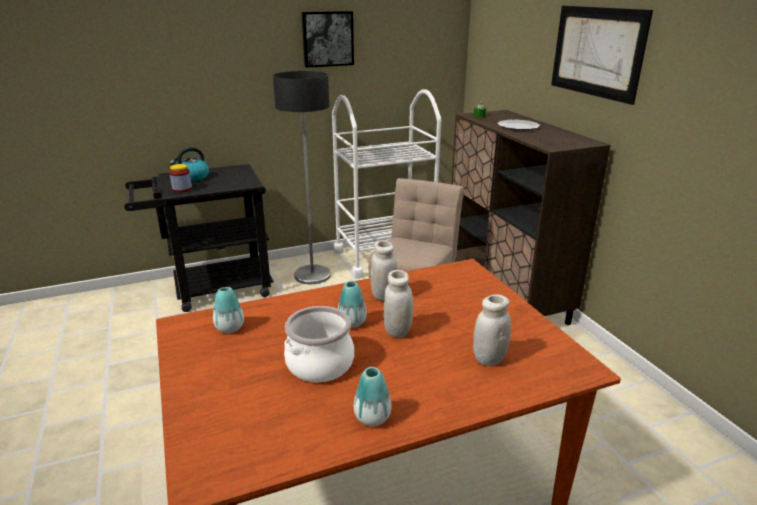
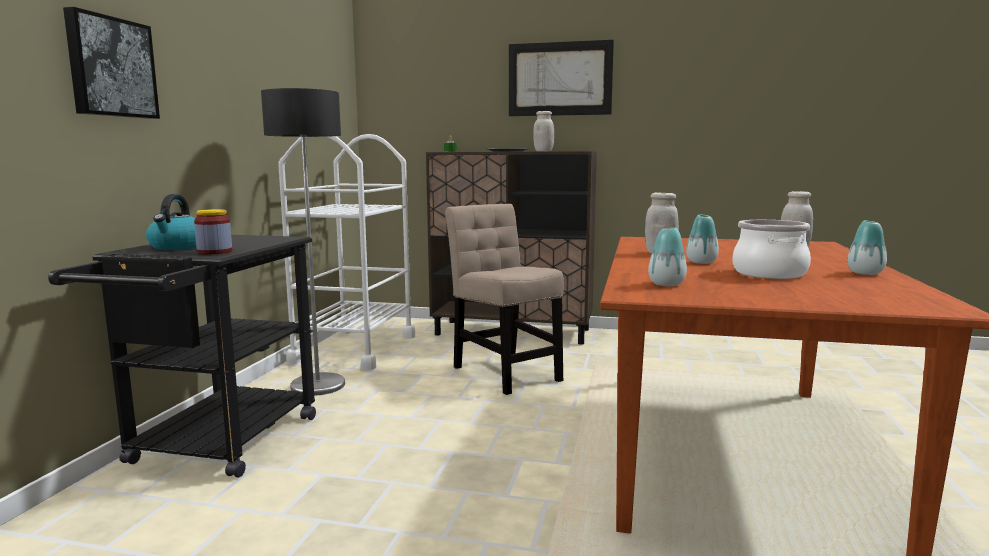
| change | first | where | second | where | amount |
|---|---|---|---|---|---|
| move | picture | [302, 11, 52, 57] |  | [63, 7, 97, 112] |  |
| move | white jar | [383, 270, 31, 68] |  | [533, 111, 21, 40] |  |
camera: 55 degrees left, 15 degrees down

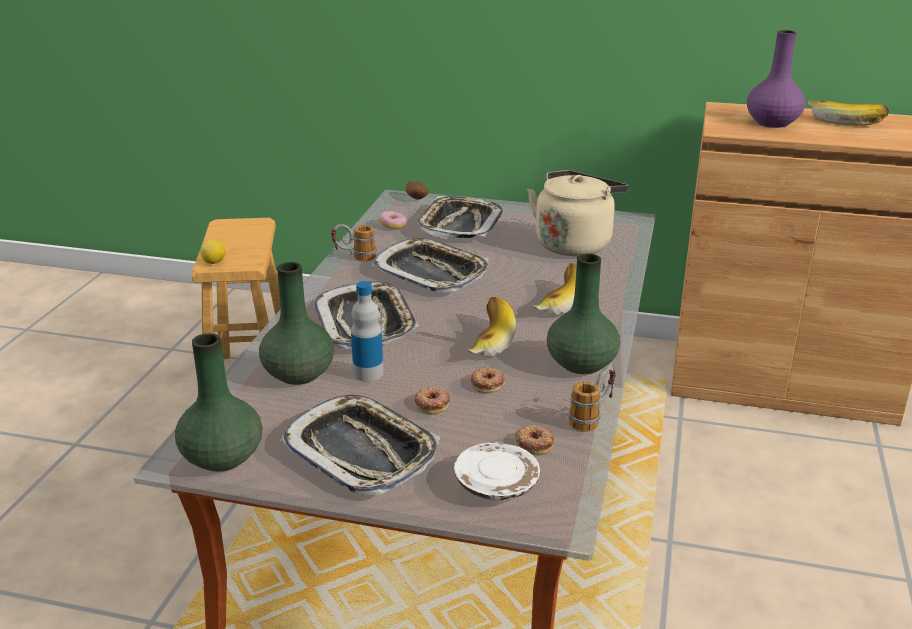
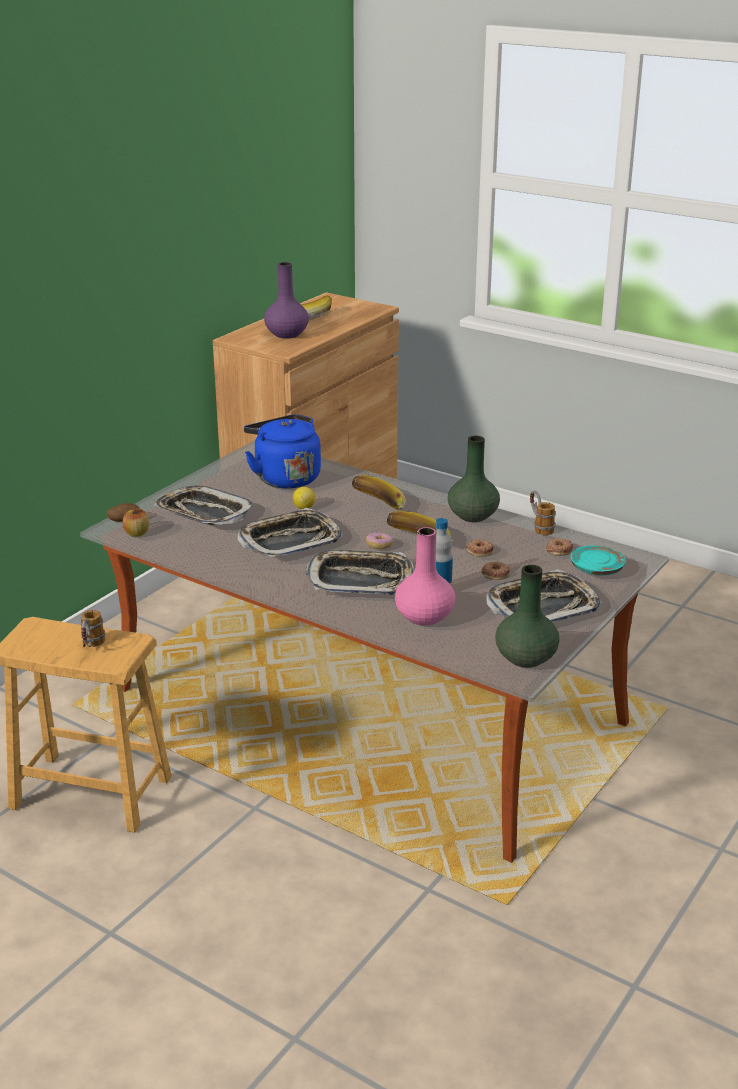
| change | first | where | second | where | amount |
|---|---|---|---|---|---|
| recolor | beige kettle | [528, 170, 100, 86] | blue kettle | [244, 414, 77, 75] |  |
| move | donut | [379, 211, 28, 18] |  | [366, 533, 27, 16] |  |
| move | mug | [331, 224, 45, 37] |  | [81, 610, 24, 37] |  |
| move | lemon | [200, 239, 26, 25] |  | [293, 487, 22, 22] |  |
| recolor | green vase | [259, 262, 75, 123] | pink vase | [395, 527, 60, 99] |  |
| recolor | white plate | [454, 442, 86, 59] | turquoise plate | [570, 545, 56, 30] |  |
| insert |  |  | apple | [123, 508, 26, 29] |  |
camera: 70 degrees left, 0 degrees up

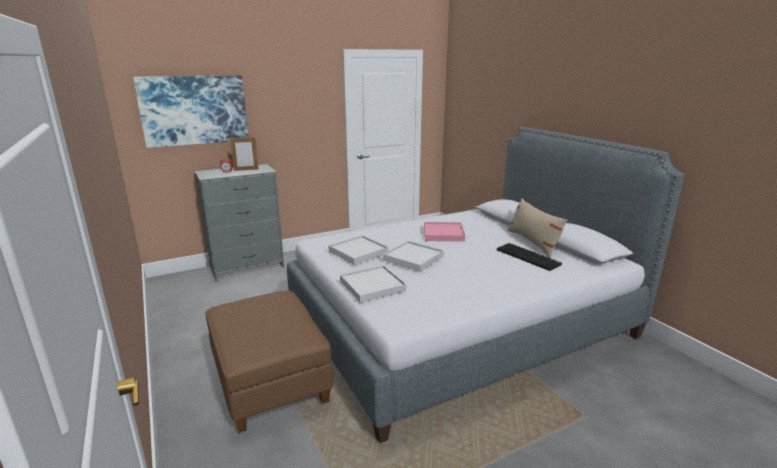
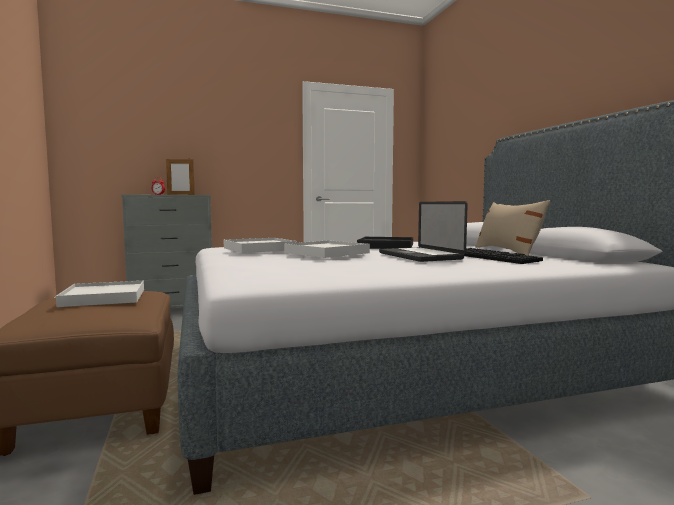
| change | first | where | second | where | amount |
|---|---|---|---|---|---|
| delete | picture | [133, 75, 116, 73] |  |  |  |
| recolor | pink tray | [424, 222, 41, 20] | black tray | [357, 237, 56, 12] |  |
| move | white tray | [340, 265, 66, 38] |  | [56, 281, 88, 26] |  |
| insert |  |  | laptop | [379, 201, 89, 61] |  |
camera: 10 degrees right, 15 degrees down

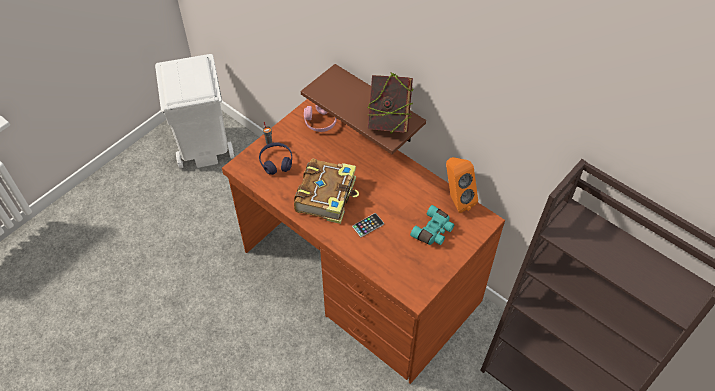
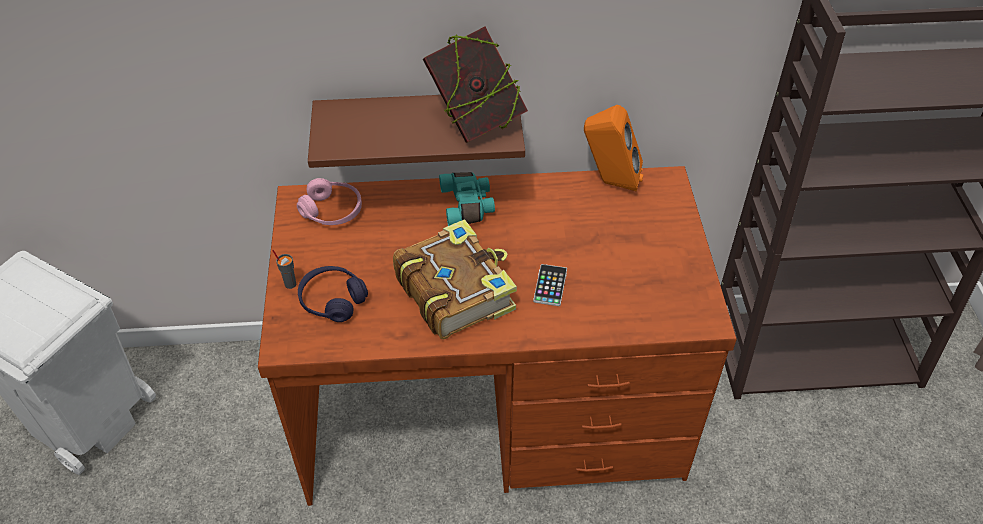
| change | first | where | second | where | amount |
|---|---|---|---|---|---|
| move | turquoise binoculars | [410, 205, 44, 40] |  | [439, 172, 56, 54] |  |
camera: 45 degrees left, 5 degrees down

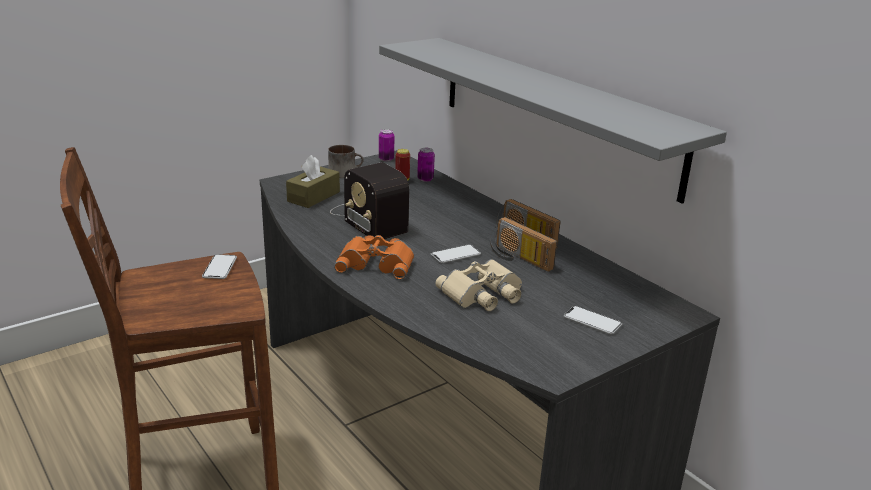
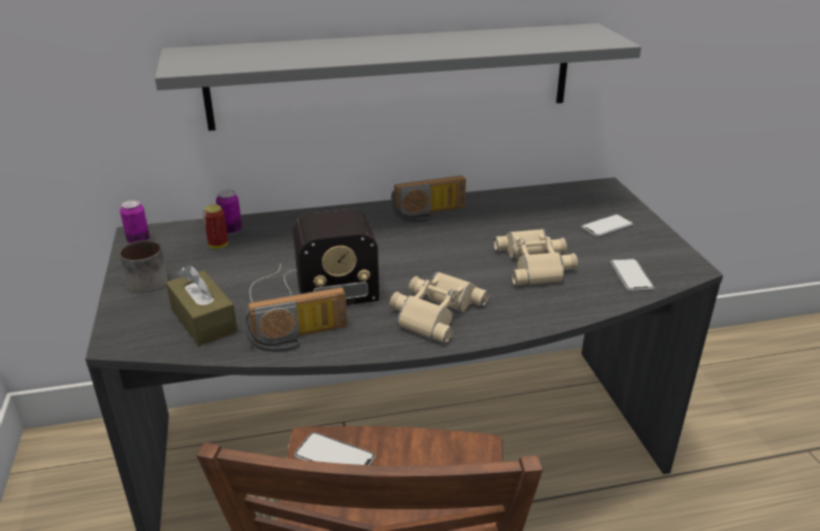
| change | first | where | second | where | amount |
|---|---|---|---|---|---|
| move | radio | [490, 217, 67, 55] |  | [243, 287, 104, 65] |  |
| recolor | orange binoculars | [334, 235, 80, 45] | beige binoculars | [390, 272, 99, 71] |  |
| move | phone | [431, 244, 50, 19] |  | [610, 259, 45, 32] |  |
camera: 65 degrees left, 5 degrees up

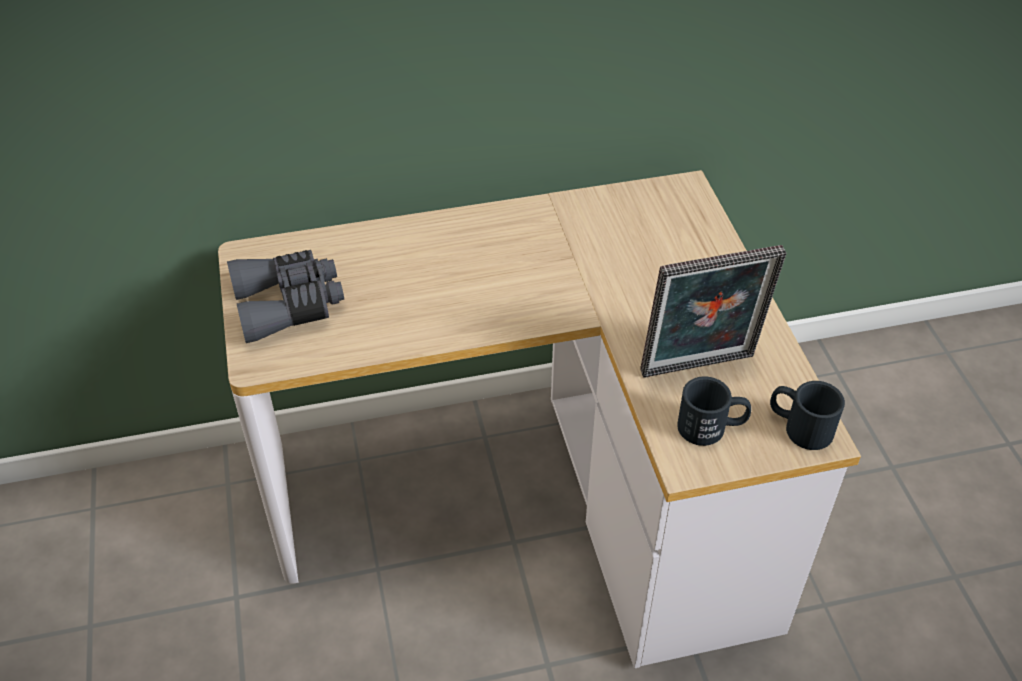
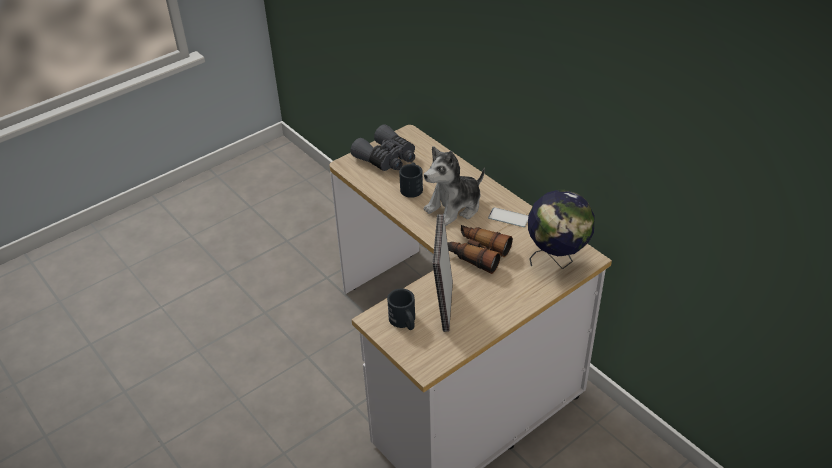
| change | first | where | second | where | amount |
|---|---|---|---|---|---|
| rotate | picture frame | [640, 245, 146, 133] |  | [433, 214, 20, 118] | 45 degrees clockwise |
| move | black mug | [770, 381, 75, 69] |  | [399, 162, 24, 36] |  |
| insert |  |  | plush toy | [424, 146, 61, 80] |  |
| insert |  |  | globe | [528, 190, 67, 79] |  |
| insert |  |  | phone | [488, 207, 40, 20] |  |
| insert |  |  | binoculars | [448, 225, 65, 49] |  |
camera: 65 degrees right, 5 degrees down

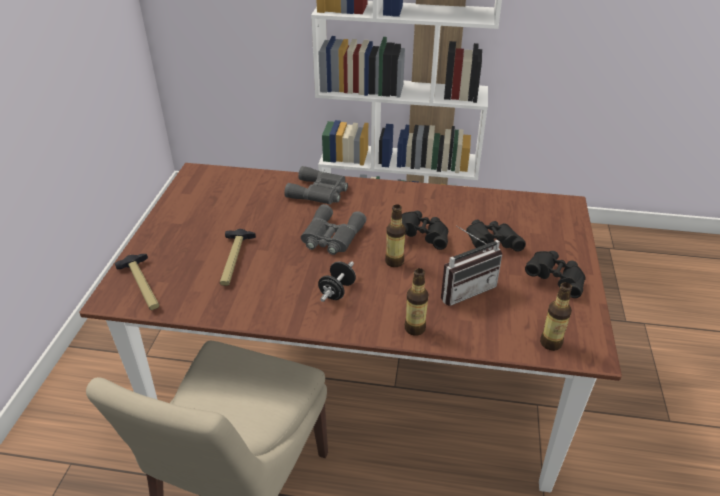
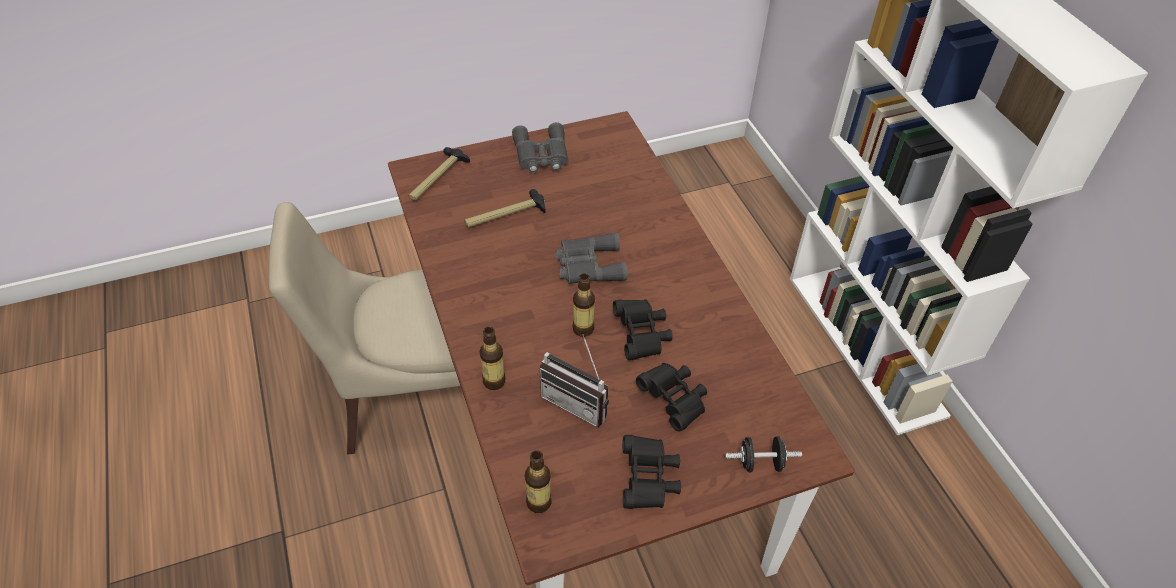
| change | first | where | second | where | amount |
|---|---|---|---|---|---|
| move | grey binoculars | [284, 166, 64, 38] |  | [512, 122, 57, 51] |  |
| move | black dumbbell | [318, 261, 38, 41] |  | [725, 436, 77, 37] |  |
camera: 60 degrees right, 10 degrees up

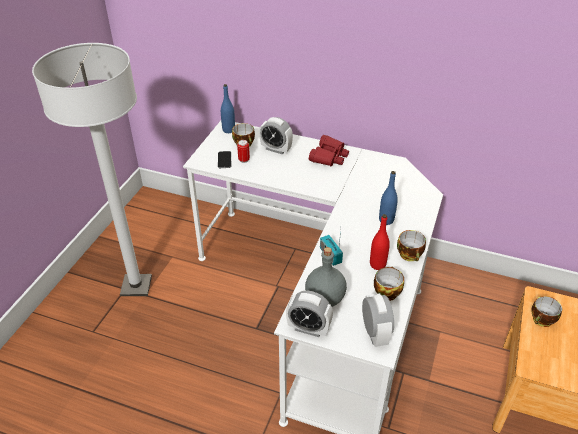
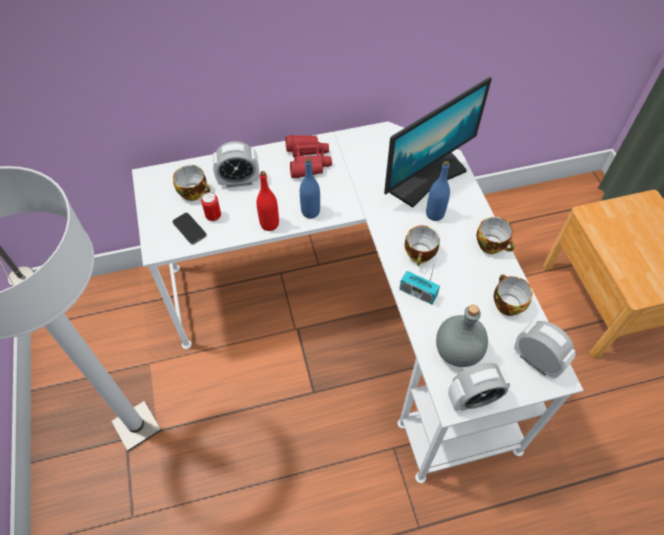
| change | first | where | second | where | amount |
|---|---|---|---|---|---|
| move | blue bottle | [221, 84, 14, 49] |  | [300, 158, 20, 60] |  |
| move | red bottle | [370, 214, 20, 56] |  | [256, 171, 23, 60] |  |
| move | cup | [531, 296, 31, 31] |  | [405, 225, 35, 41] |  |
| insert |  |  | monitor | [384, 77, 108, 131] |  |
camera: 35 degrees left, 15 degrees up

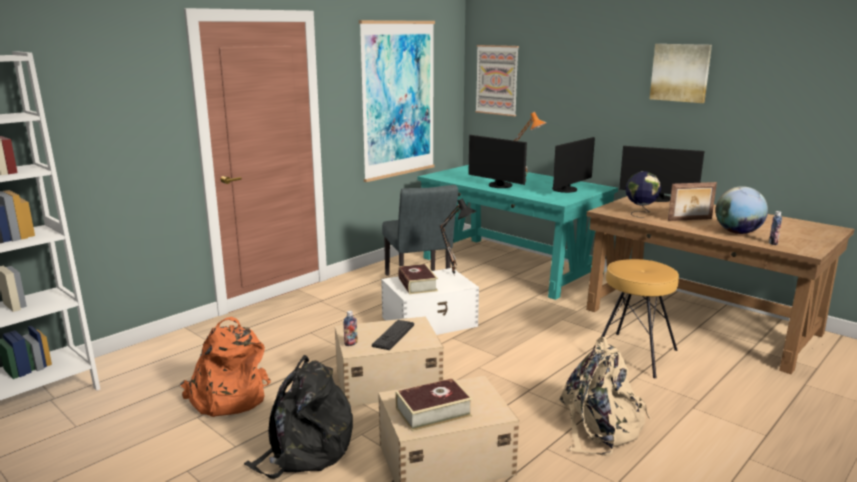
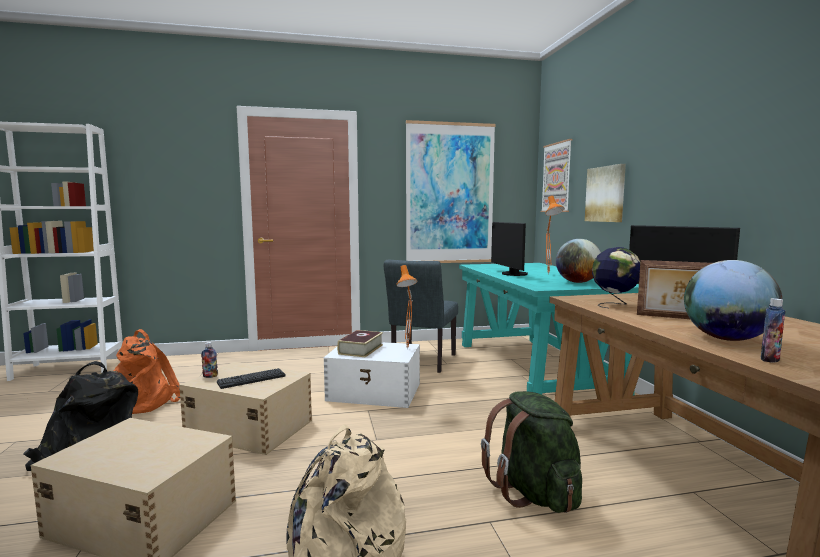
| change | first | where | second | where | amount |
|---|---|---|---|---|---|
| move | picture | [650, 44, 62, 59] |  | [585, 164, 41, 58] |  |
| replace | monitor | [552, 137, 43, 56] | globe | [556, 239, 45, 44] |  |
| recolor | black table lamp | [440, 198, 36, 78] | orange table lamp | [396, 265, 22, 85] |  |
| replace | brown stool | [601, 259, 78, 119] | green backpack | [481, 391, 101, 122] |  |
| delete | book | [395, 378, 78, 54] |  |  |  |
camera: 35 degrees right, 10 degrees down

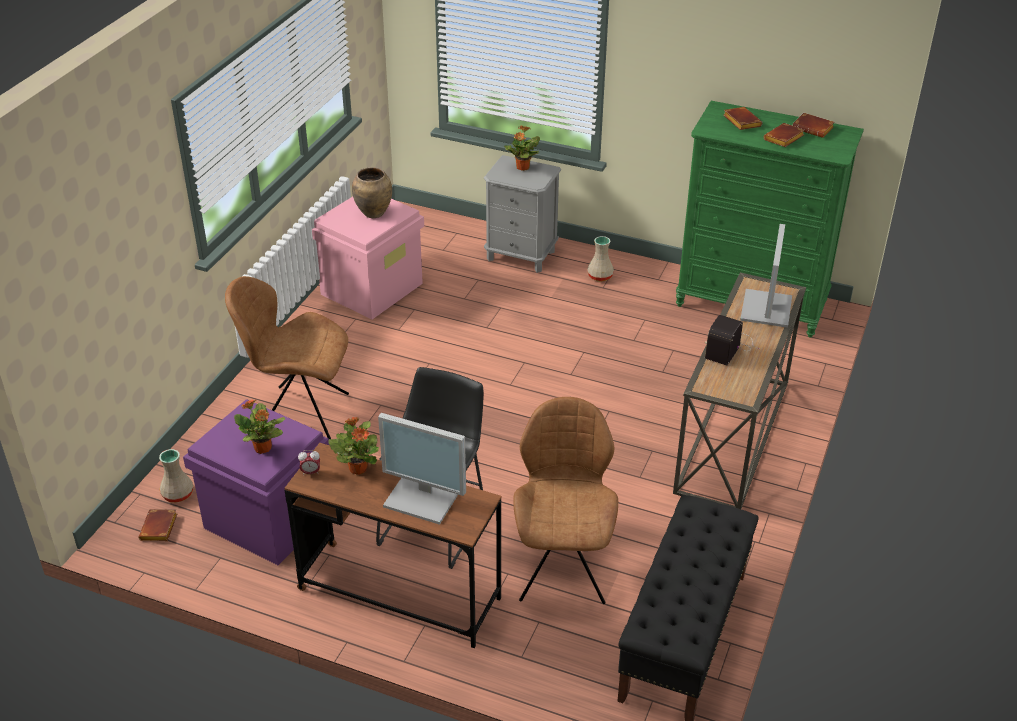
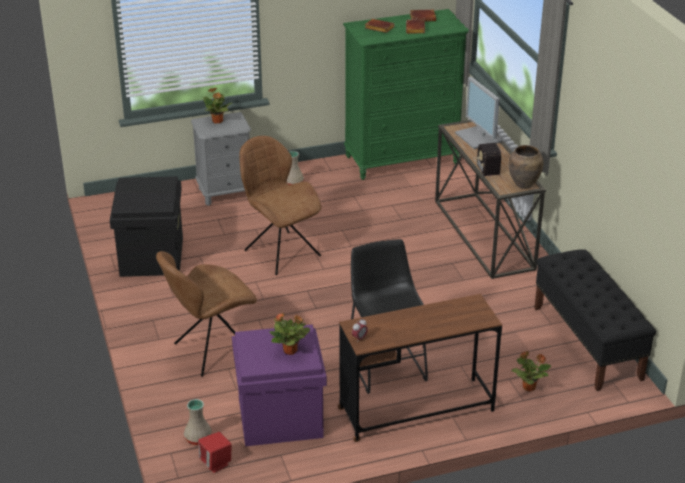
| change | first | where | second | where | amount |
|---|---|---|---|---|---|
| move | brown vase | [352, 167, 40, 51] |  | [508, 145, 35, 44] |  |
| recolor | pink storage box | [312, 197, 112, 122] | black storage box | [110, 176, 73, 101] |  |
| move | brown chair | [513, 397, 105, 207] |  | [239, 136, 82, 139] |  |
| delete | monitor | [378, 413, 88, 112] |  |  |  |
| move | potted plant | [328, 417, 51, 57] |  | [511, 351, 40, 41] |  |
| replace | brown book | [138, 509, 39, 32] | red speaker | [198, 432, 34, 41] |  |
camera: 40 degrees left, 5 degrees down

